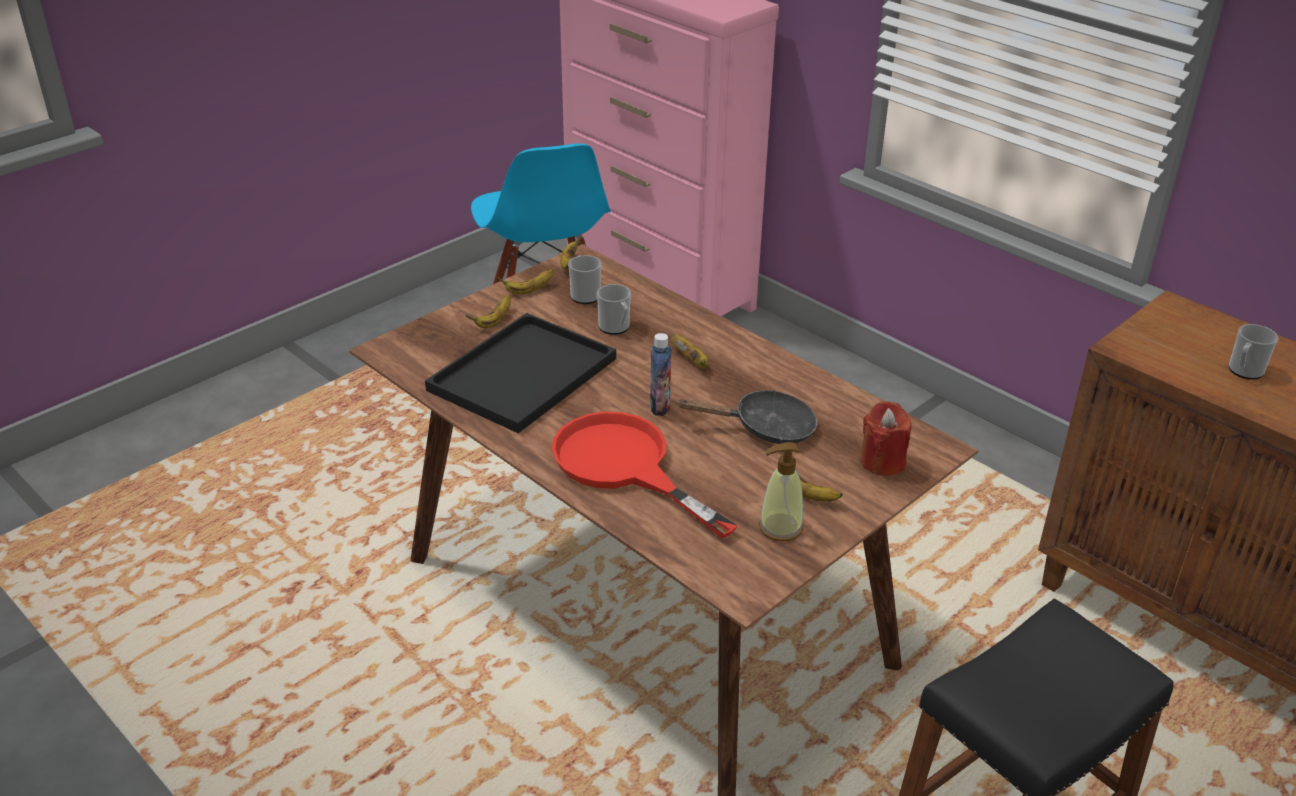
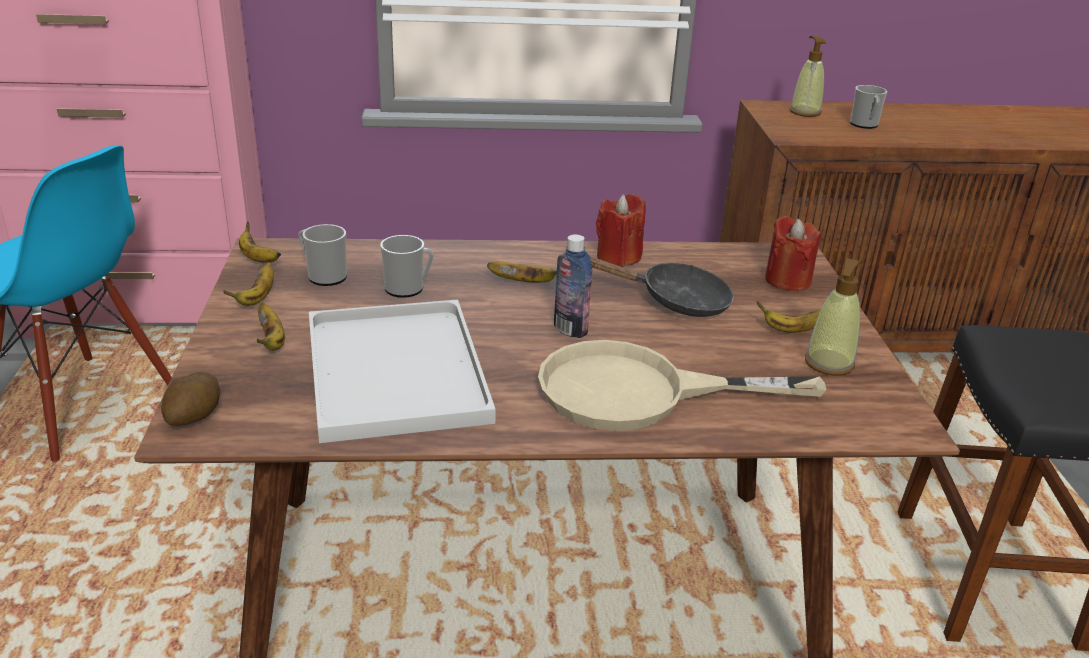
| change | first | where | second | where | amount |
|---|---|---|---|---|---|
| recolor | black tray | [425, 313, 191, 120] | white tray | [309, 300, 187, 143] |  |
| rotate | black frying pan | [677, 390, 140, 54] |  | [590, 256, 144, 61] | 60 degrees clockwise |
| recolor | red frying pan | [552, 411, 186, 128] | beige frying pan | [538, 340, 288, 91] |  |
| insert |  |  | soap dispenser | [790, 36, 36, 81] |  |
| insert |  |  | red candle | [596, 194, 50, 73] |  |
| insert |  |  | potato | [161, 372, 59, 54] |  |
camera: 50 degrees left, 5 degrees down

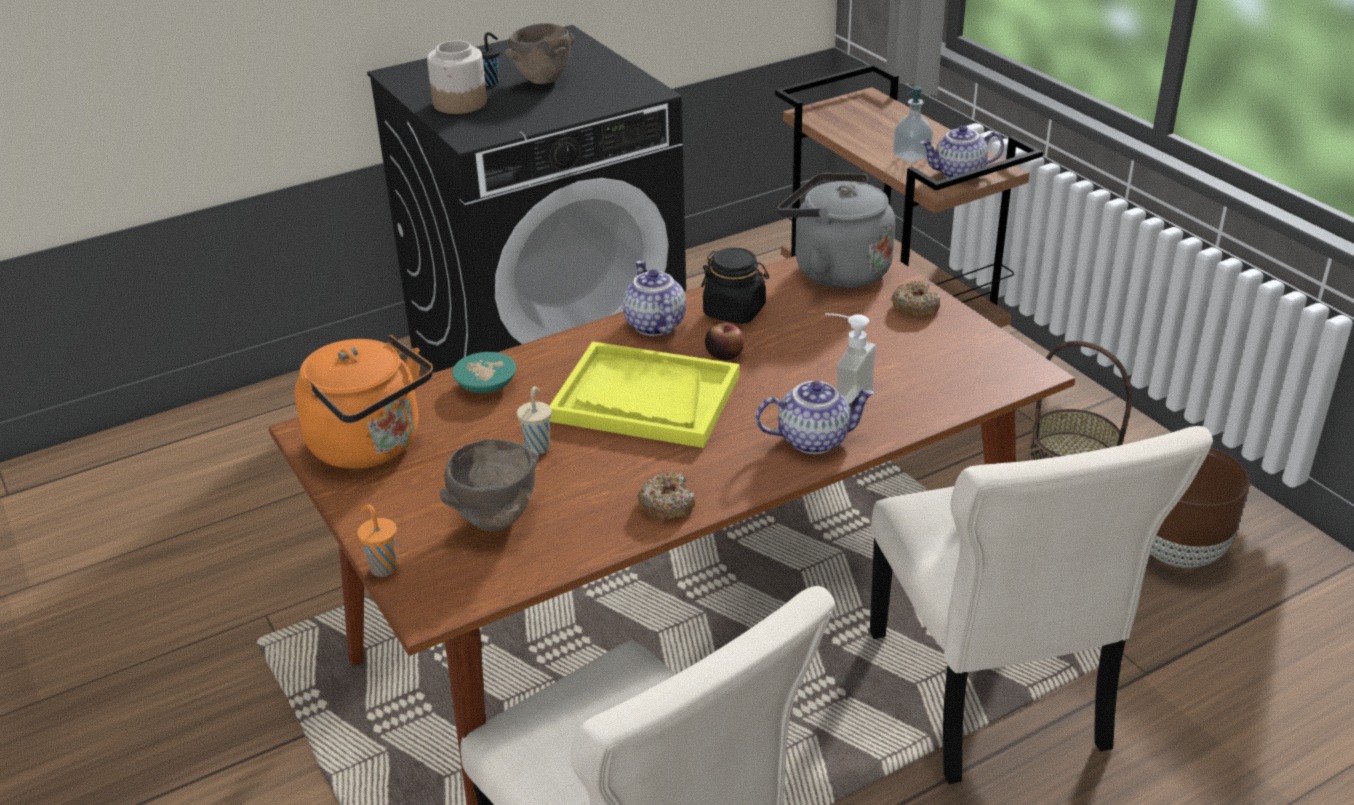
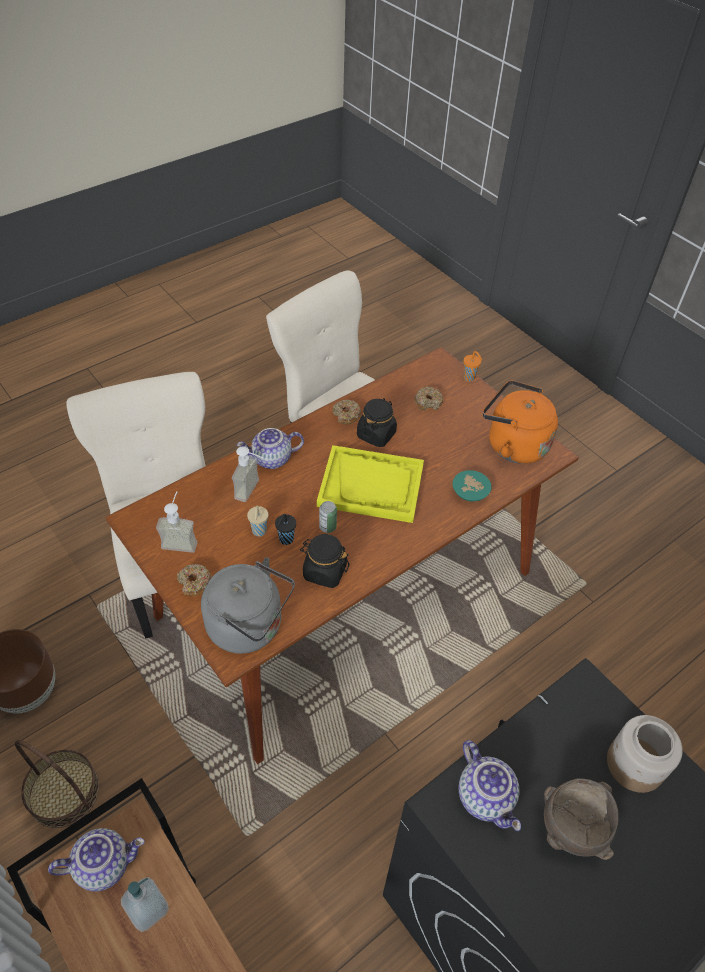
| change | first | where | second | where | amount |
|---|---|---|---|---|---|
| move | black cup | [478, 32, 22, 54] |  | [275, 514, 21, 31] |  |
| move | teapot | [623, 260, 63, 76] |  | [458, 740, 63, 91] |  |
| replace | apple | [705, 323, 39, 37] | can | [319, 501, 18, 32] |  |
| move | beige cup | [517, 386, 35, 69] |  | [247, 506, 21, 31] |  |
| replace | brown bowl | [440, 439, 99, 93] | donut | [415, 387, 28, 24] |  |
| insert |  |  | black jar | [357, 398, 40, 49] |  |
| insert |  |  | soap dispenser | [156, 491, 41, 62] |  |
camera: 170 degrees right, 15 degrees up

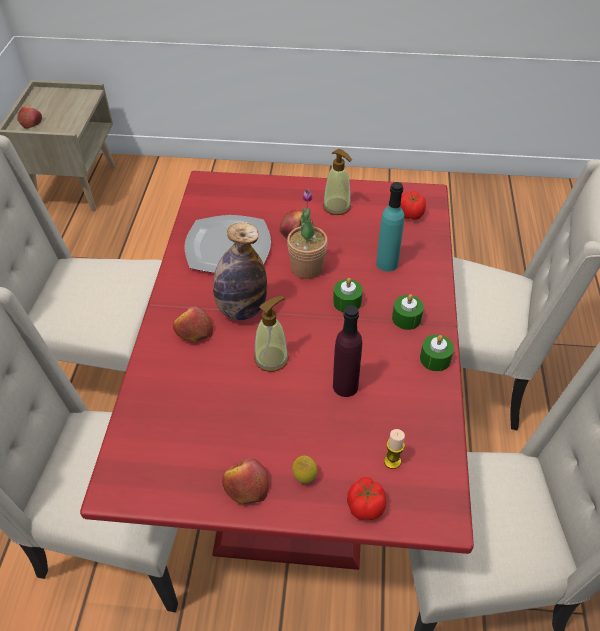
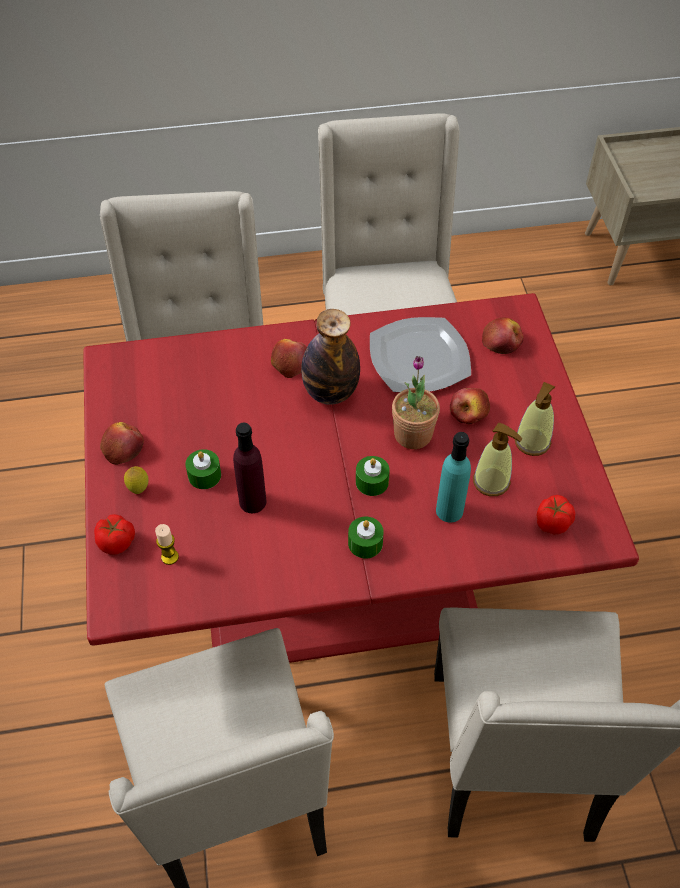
| change | first | where | second | where | amount |
|---|---|---|---|---|---|
| move | apple | [17, 106, 25, 23] |  | [482, 318, 41, 36] |  |
| move | soap dispenser | [254, 296, 35, 76] |  | [473, 423, 50, 73] |  |
| move | green candle | [420, 335, 34, 36] |  | [185, 449, 36, 40] |  |
camera: 75 degrees right, 5 degrees up

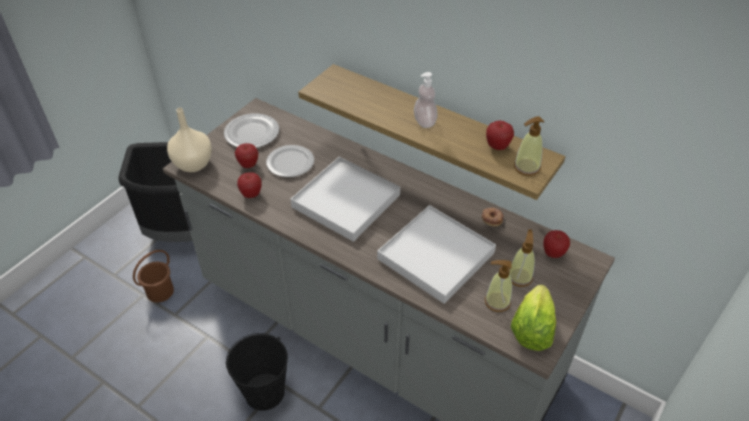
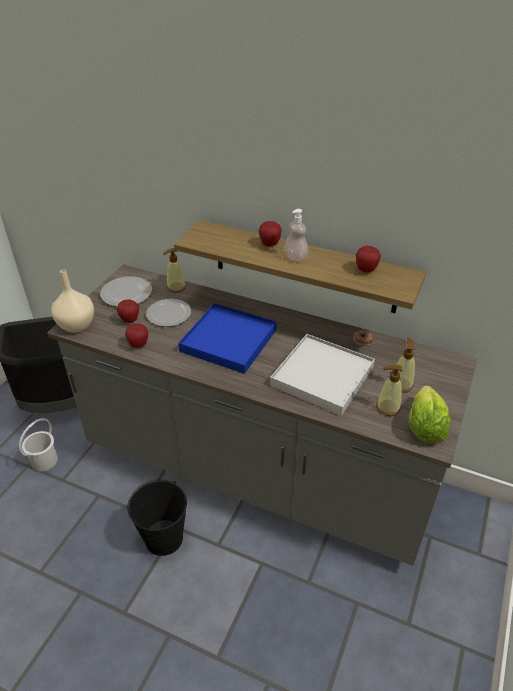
| change | first | where | second | where | amount |
|---|---|---|---|---|---|
| move | soap dispenser | [514, 116, 31, 60] |  | [163, 248, 23, 45] |  |
| recolor | white tray | [290, 156, 110, 86] | blue tray | [178, 303, 99, 71] |  |
| move | apple | [543, 230, 27, 28] |  | [259, 221, 23, 26] |  |
| recolor | brown bucket | [133, 250, 41, 52] | white bucket | [19, 418, 39, 53] |  |
camera: 10 degrees left, 5 degrees down

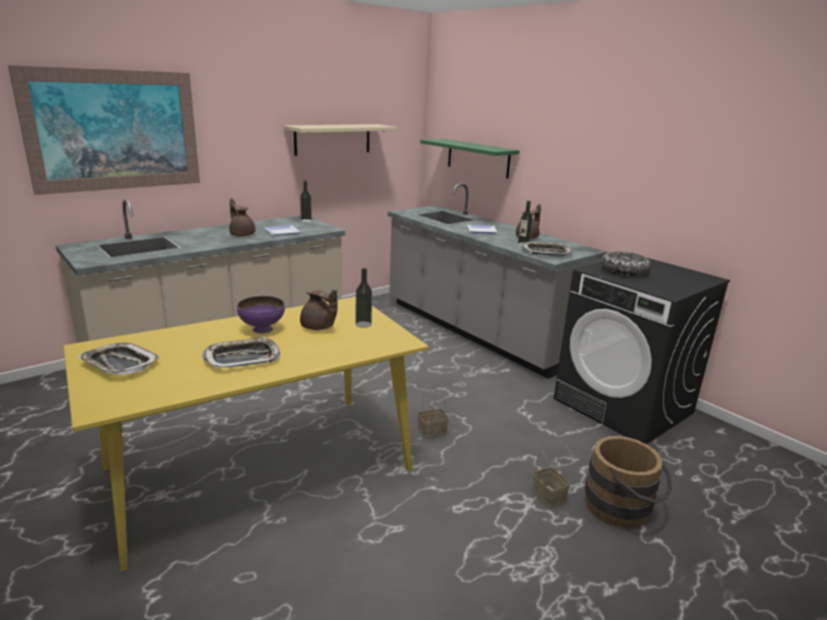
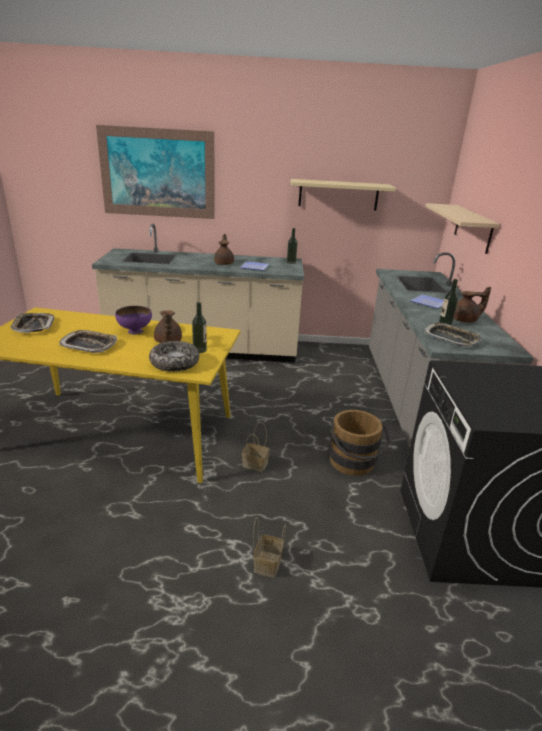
| change | first | where | second | where | amount |
|---|---|---|---|---|---|
| recolor | green shelf | [420, 139, 99, 39] | beige shelf | [426, 203, 74, 51] |  |
| move | bowl | [601, 251, 50, 25] |  | [149, 341, 50, 31] |  |
| move | brown bucket | [585, 436, 87, 92] |  | [329, 410, 62, 66] |  |
camera: 40 degrees right, 5 degrees up

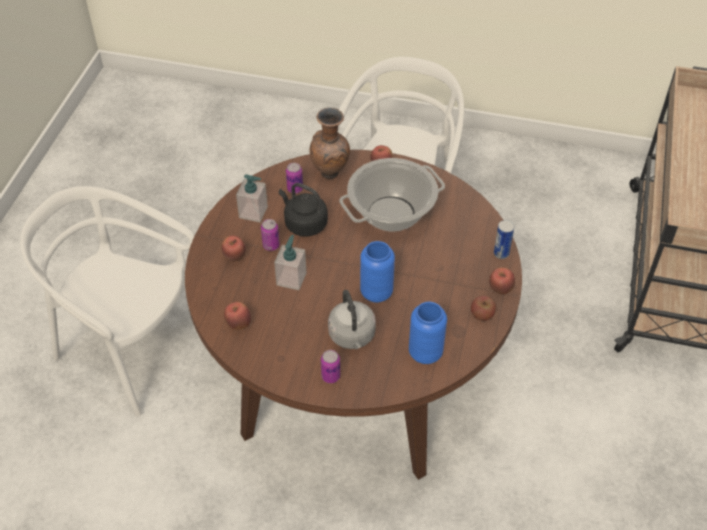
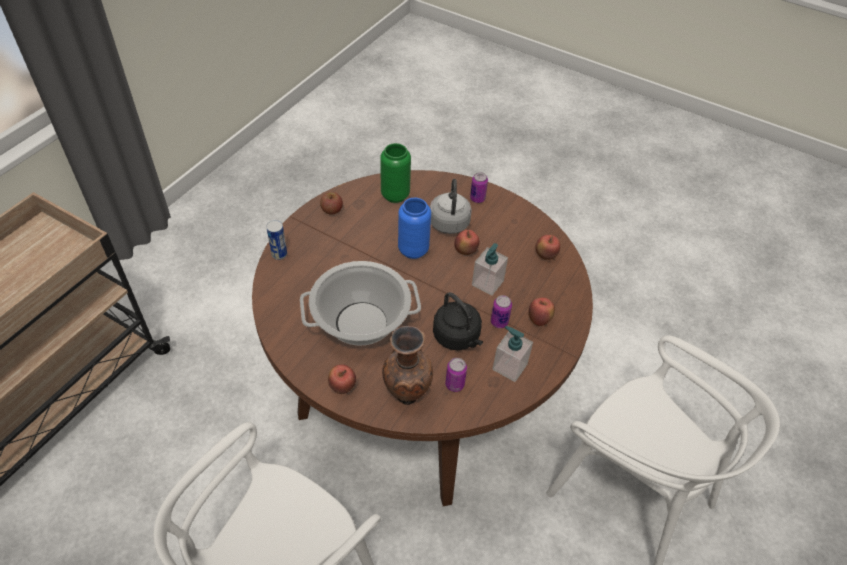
| change | first | where | second | where | amount |
|---|---|---|---|---|---|
| move | apple | [489, 267, 26, 27] |  | [454, 230, 26, 25] |  |
| recolor | blue vase | [409, 302, 38, 62] | green vase | [380, 143, 31, 60] |  |
camera: 165 degrees left, 0 degrees up

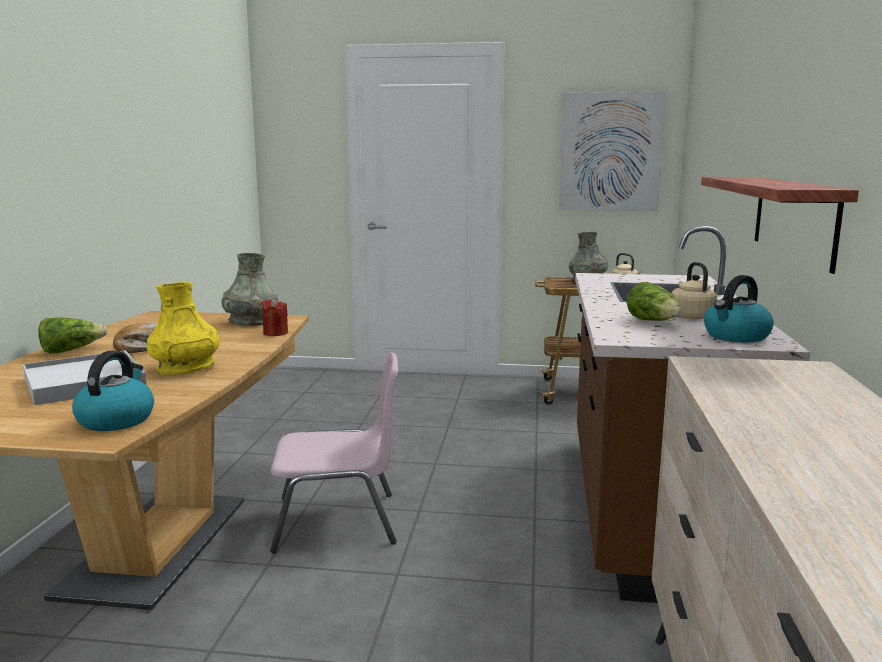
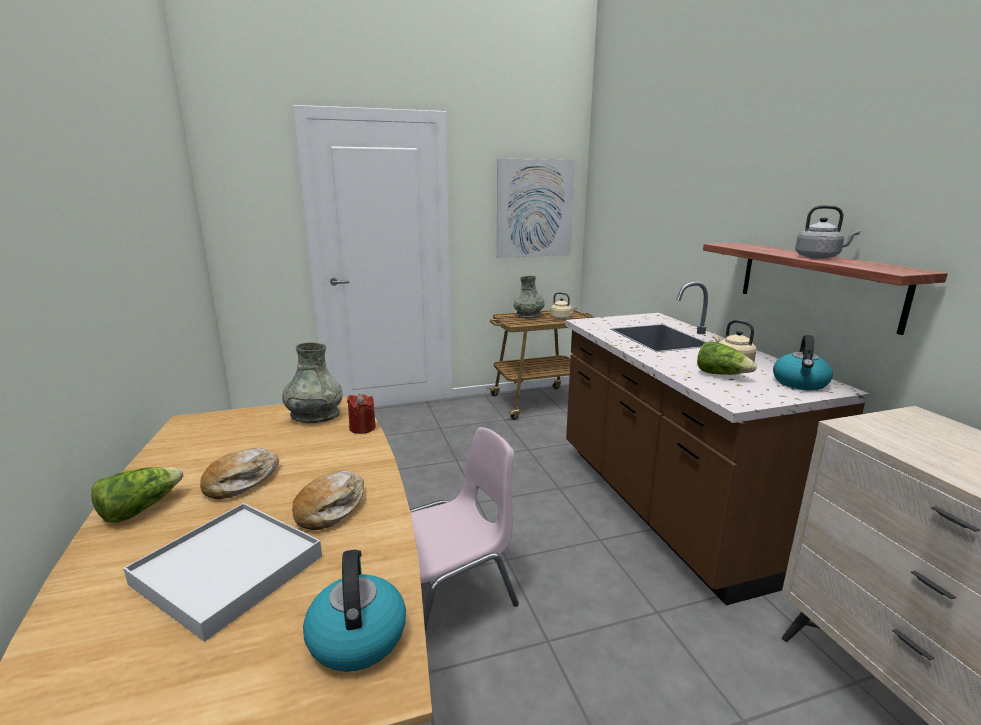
| change | first | where | second | where | amount |
|---|---|---|---|---|---|
| replace | yellow vase | [147, 282, 73, 93] | bread | [292, 470, 72, 60] |  |
| insert |  |  | grey kettle | [795, 205, 65, 54] |  |
camera: 25 degrees left, 5 degrees up

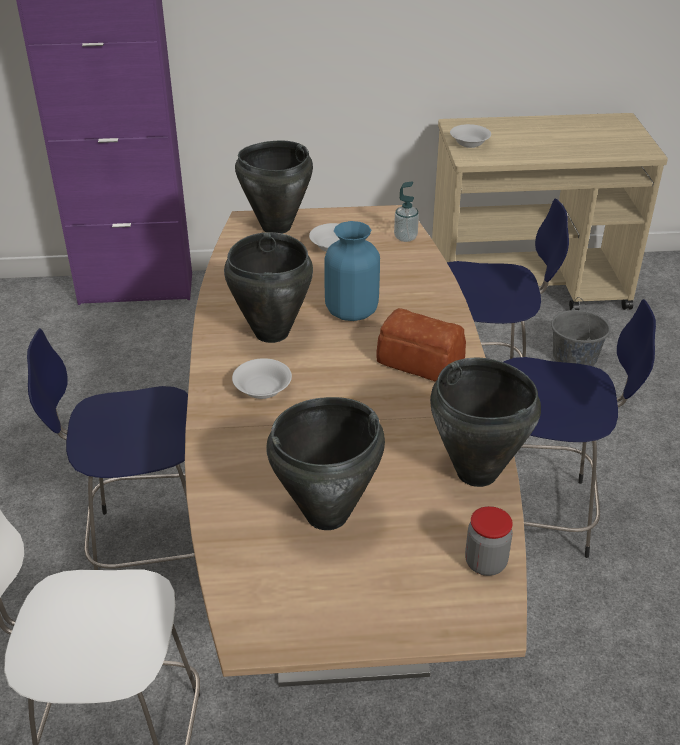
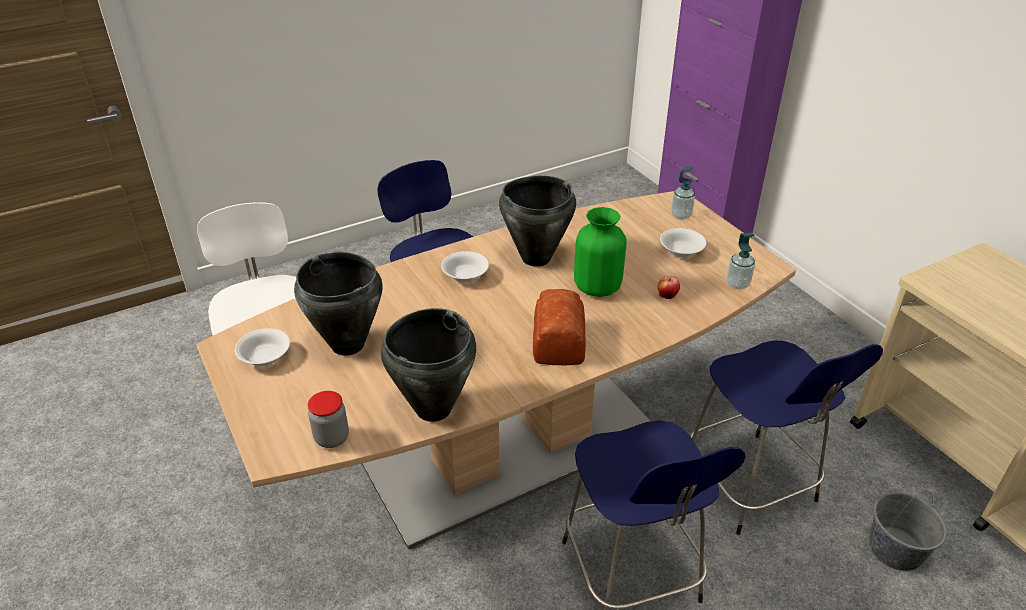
| change | first | where | second | where | amount |
|---|---|---|---|---|---|
| move | white bowl | [450, 124, 41, 24] |  | [235, 328, 55, 38] |  |
| replace | black cooking pot | [235, 141, 78, 93] | soap dispenser | [671, 166, 24, 54] |  |
| recolor | blue vase | [324, 221, 56, 100] | green vase | [574, 207, 53, 90] |  |
| insert |  |  | apple | [658, 276, 22, 23] |  |
camera: 65 degrees right, 0 degrees up

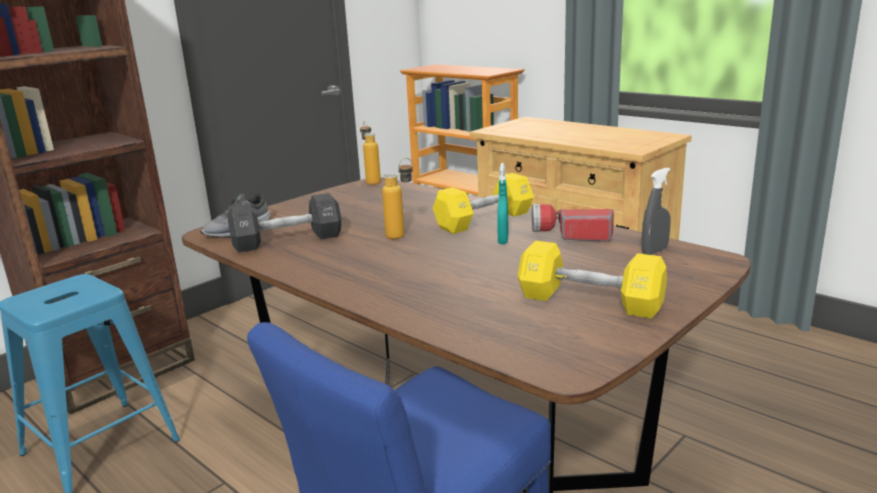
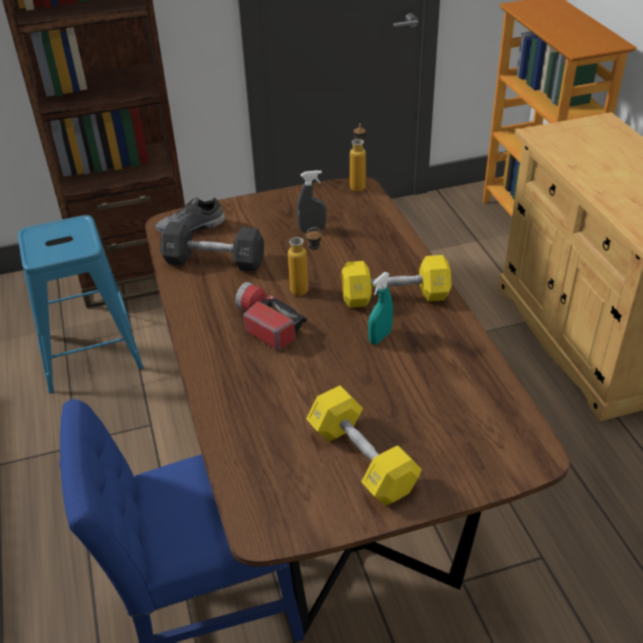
| change | first | where | second | where | amount |
|---|---|---|---|---|---|
| move | grey spray bottle | [642, 168, 29, 87] |  | [297, 170, 30, 62] |  |
| move | flashlight | [532, 204, 82, 38] |  | [235, 282, 72, 68] |  |
camera: 30 degrees right, 20 degrees up

